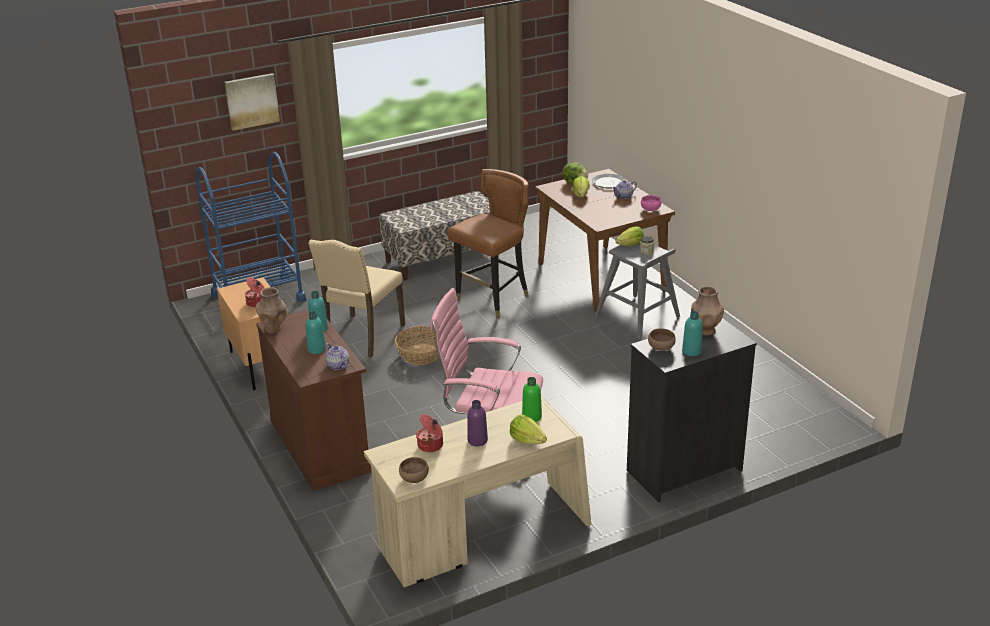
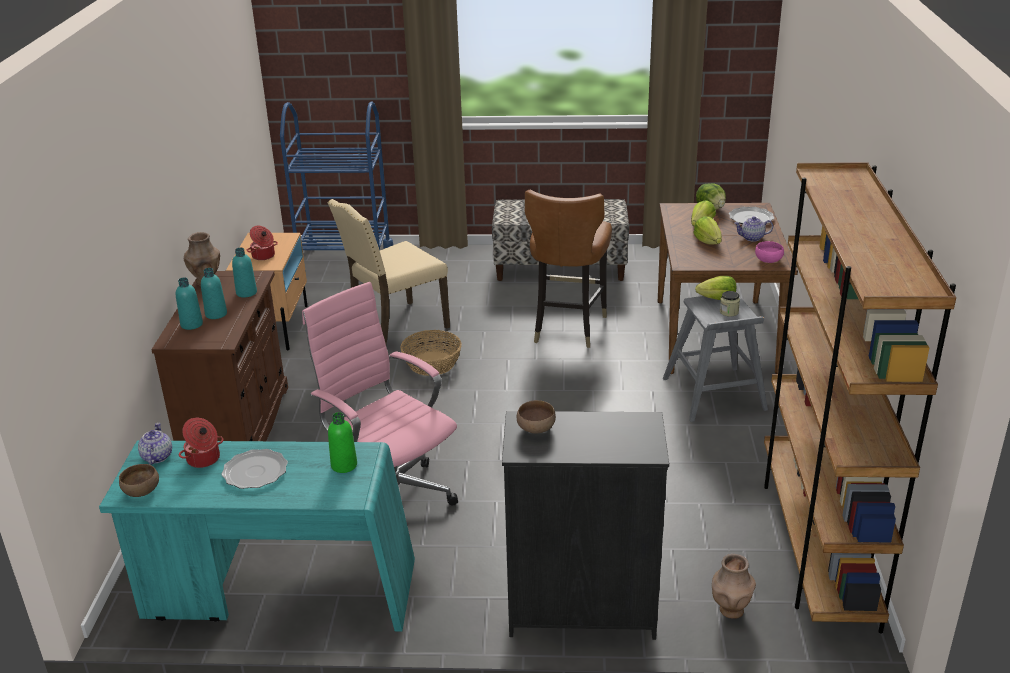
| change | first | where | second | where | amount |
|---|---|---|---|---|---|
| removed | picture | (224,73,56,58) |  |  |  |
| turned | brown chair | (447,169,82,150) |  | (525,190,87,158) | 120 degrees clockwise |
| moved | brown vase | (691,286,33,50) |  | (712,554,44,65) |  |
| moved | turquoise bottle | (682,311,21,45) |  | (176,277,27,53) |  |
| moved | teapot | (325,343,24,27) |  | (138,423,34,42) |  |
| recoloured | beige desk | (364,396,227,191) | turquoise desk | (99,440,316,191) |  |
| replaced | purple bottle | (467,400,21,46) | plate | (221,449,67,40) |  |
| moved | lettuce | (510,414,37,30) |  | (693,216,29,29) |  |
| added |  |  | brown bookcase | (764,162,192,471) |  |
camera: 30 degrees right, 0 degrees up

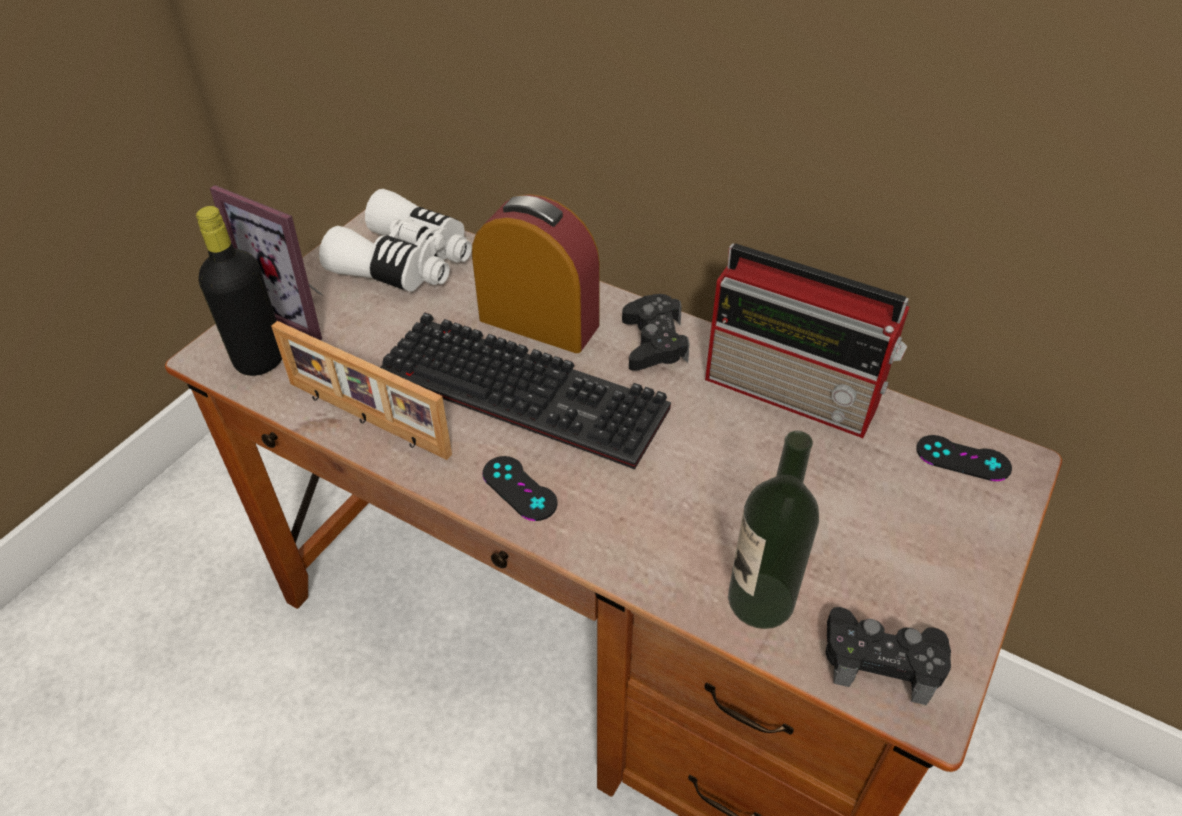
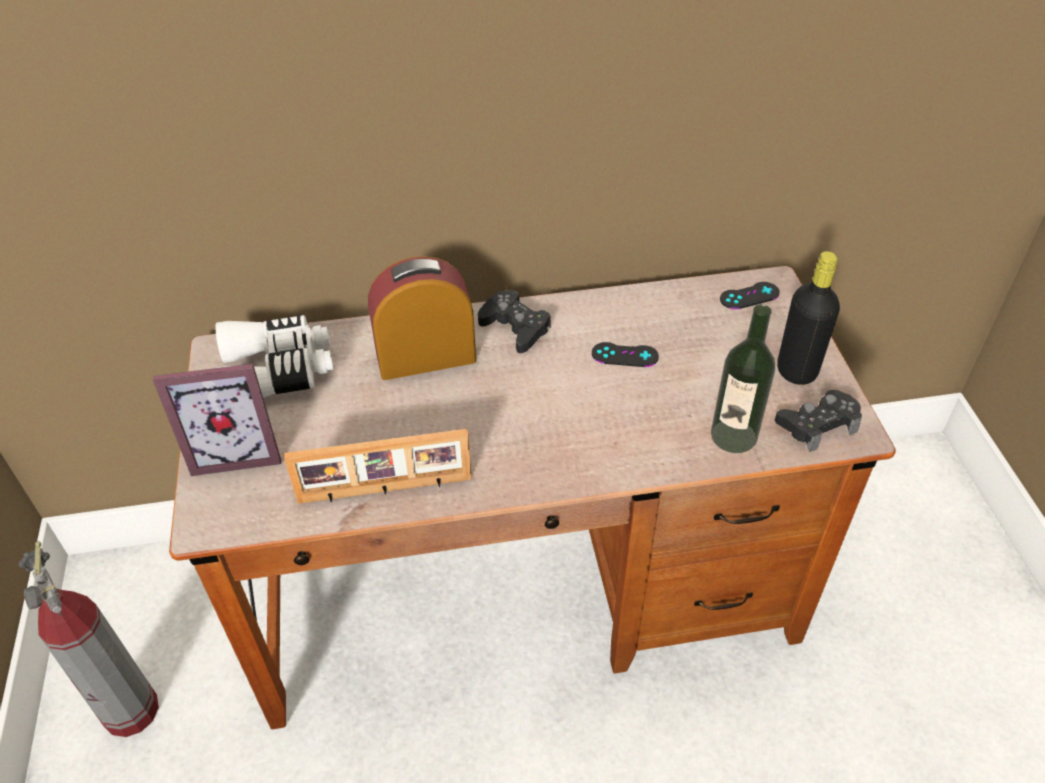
| change | first | where | second | where | amount |
|---|---|---|---|---|---|
| moved | black bottle | (196,206,86,170) |  | (777,251,63,134) |  |
| removed | radio | (705,243,204,195) |  |  |  |
| removed | keyboard | (380,312,291,157) |  |  |  |
| moved | black game controller | (483,456,74,65) |  | (592,342,67,25) |  |
| added |  |  | fire extinguisher | (19,541,140,196) |  |
camera: 40 degrees left, 0 degrees up

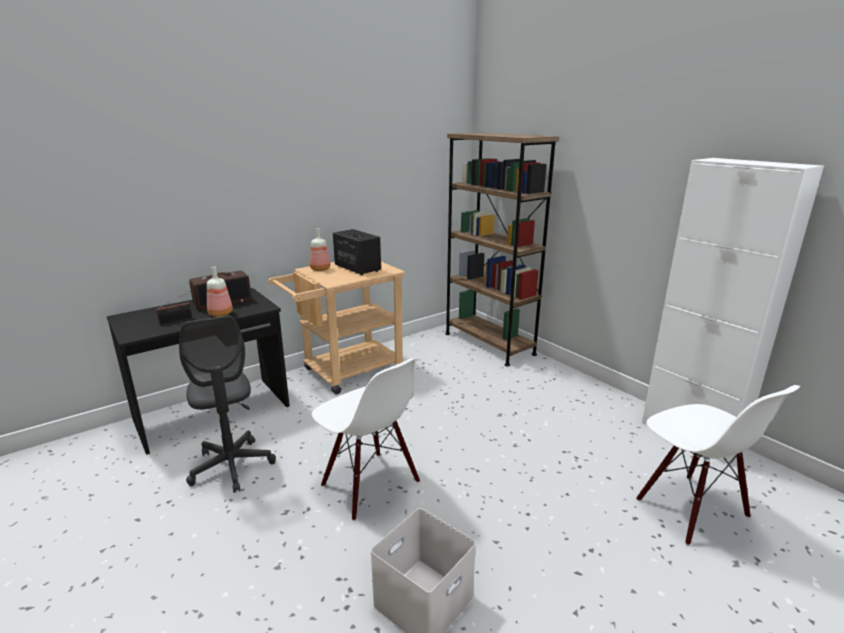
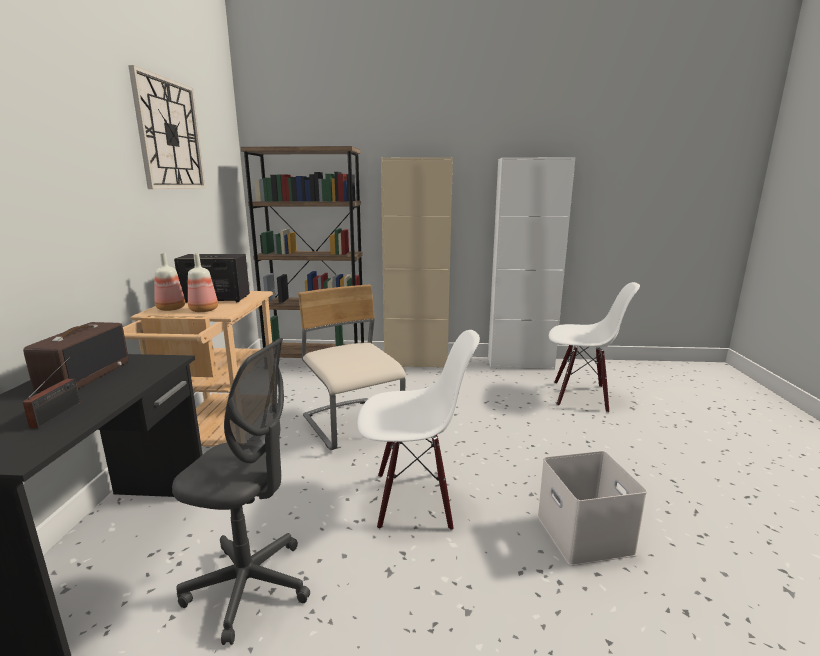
| change | first | where | second | where | amount |
|---|---|---|---|---|---|
| moved | bottle | (207,266,26,51) |  | (188,254,30,58) |  |
| added |  |  | wall clock | (128,65,77,124) |  |
| added |  |  | beige cabinet | (381,157,72,211) |  |
| added |  |  | beige chair | (298,285,108,165) |  |
camera: 50 degrees left, 5 degrees down

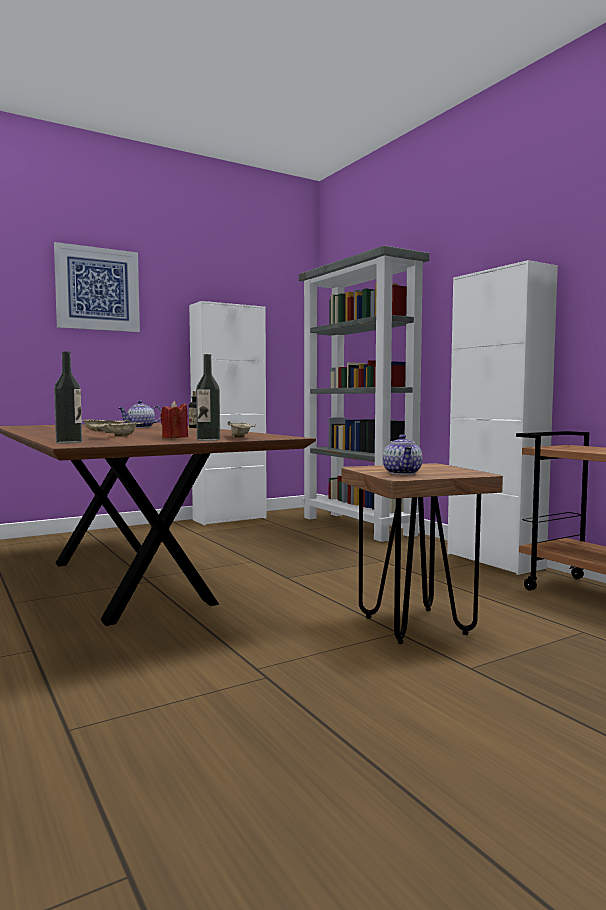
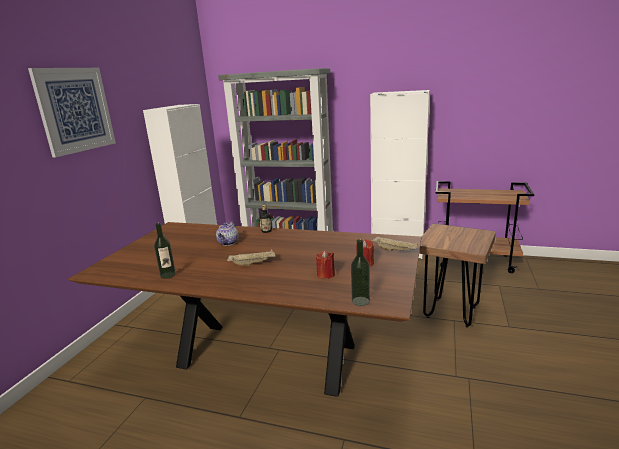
| change | first | where | second | where | amount |
|---|---|---|---|---|---|
| moved | bottle | (196,354,24,87) |  | (154,223,22,56) |  |
| replaced | beige tray | (88,420,54,17) | red candle | (316,250,19,29) |  |
| removed | teapot | (383,435,40,40) |  |  |  |
camera: 40 degrees left, 15 degrees up

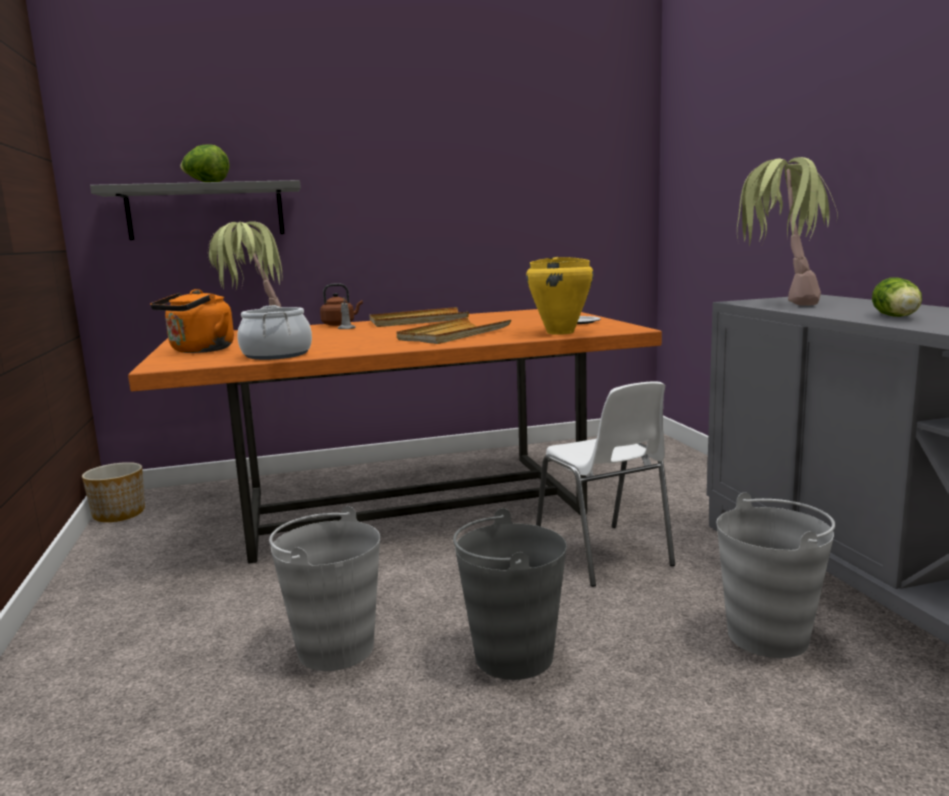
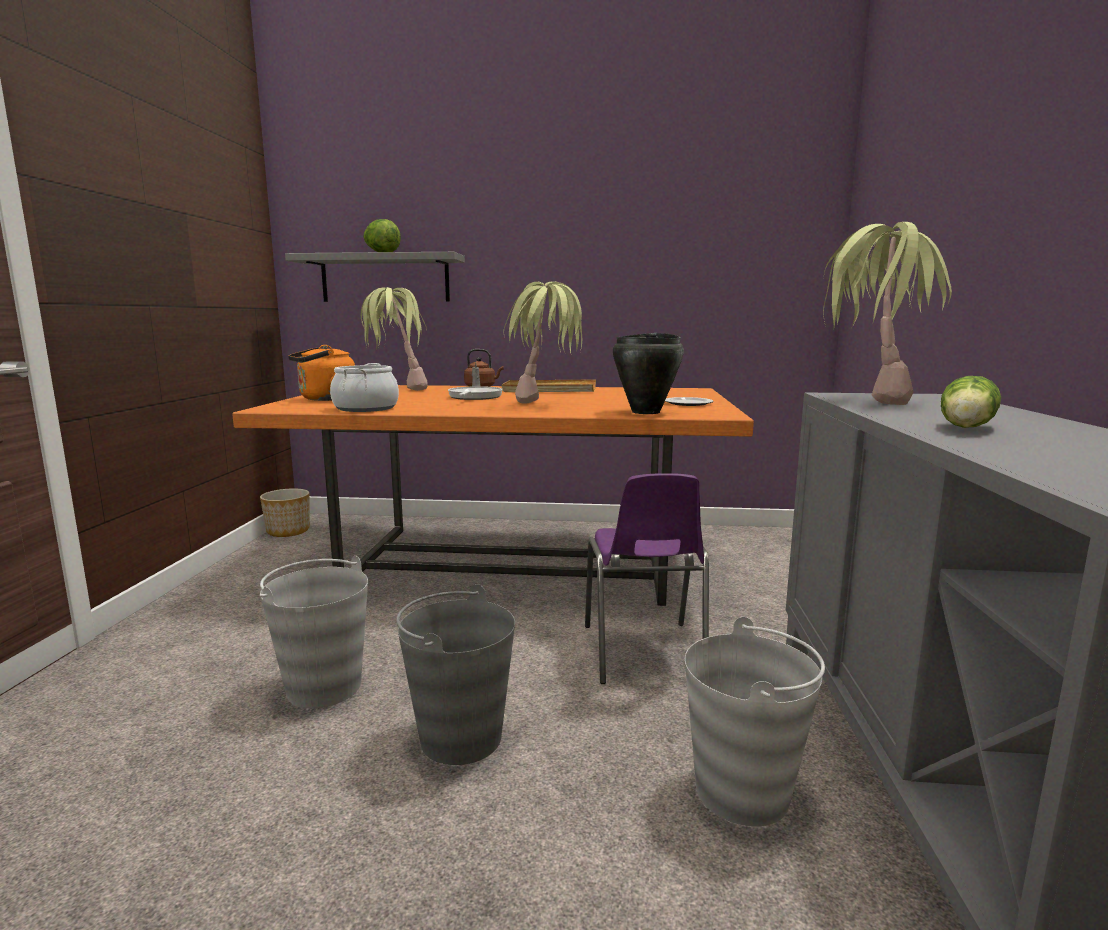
| change | first | where | second | where | amount |
|---|---|---|---|---|---|
| recoloured | yellow cooking pot | (526,257,68,78) | black cooking pot | (613,333,71,81) |  |
| replaced | beige tray | (396,317,115,27) | potted plant | (504,281,78,123) |  |
| recoloured | white chair | (536,382,139,205) | purple chair | (585,473,124,211) |  |
| added |  |  | frying pan | (448,386,55,14) |  |
camera: 20 degrees right, 0 degrees up

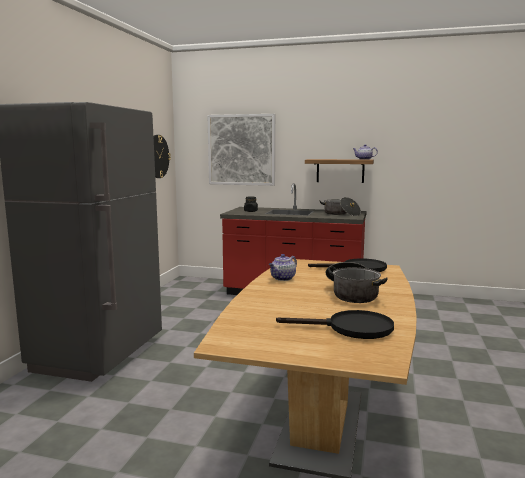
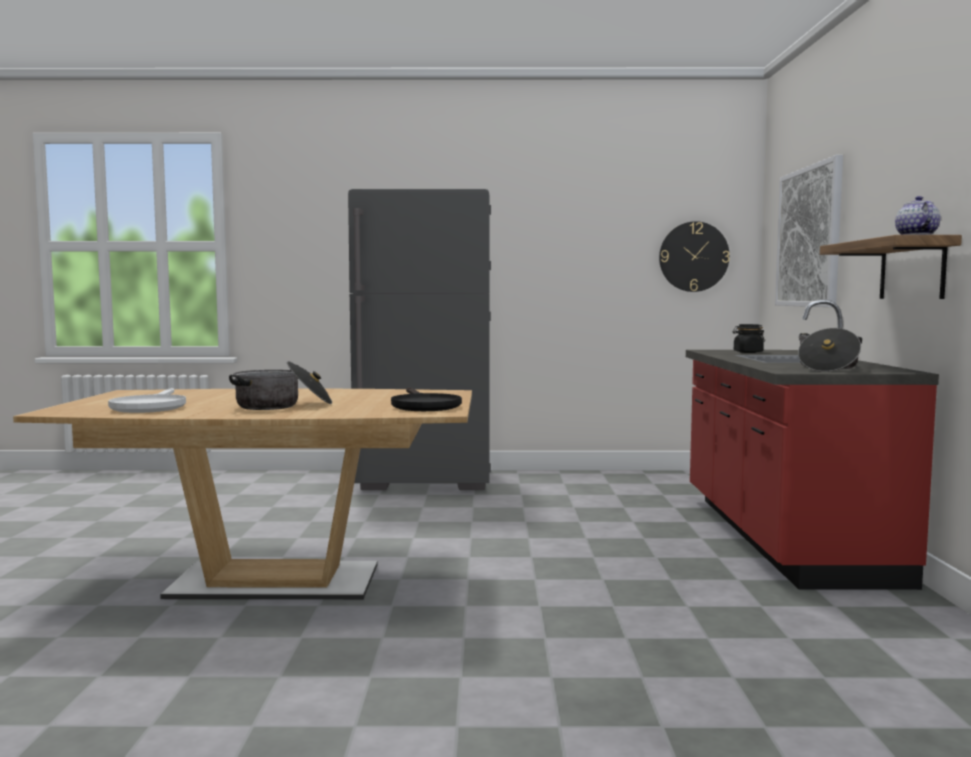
| change | first | where | second | where | amount |
|---|---|---|---|---|---|
| removed | teapot | (269,254,28,27) |  |  |  |
| recoloured | black frying pan | (276,310,118,29) | white frying pan | (108,388,78,25) |  |
camera: 75 degrees right, 5 degrees down

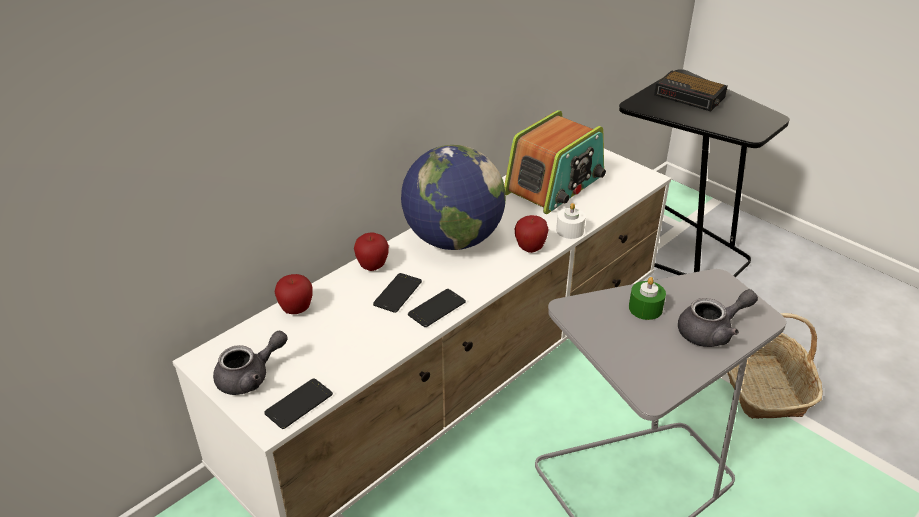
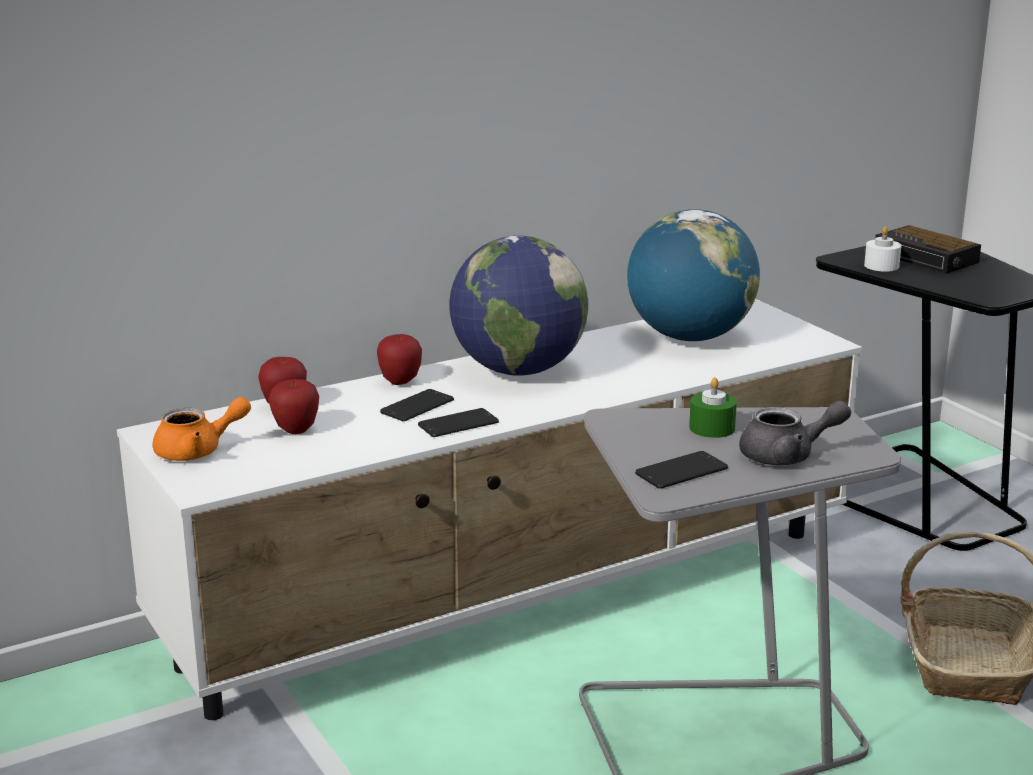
| change | first | where | second | where | amount |
|---|---|---|---|---|---|
| replaced | radio | (504,110,102,104) | globe | (627,209,133,132) |  |
| moved | white candle | (556,203,30,36) |  | (864,226,37,46) |  |
| moved | apple | (515,215,34,38) |  | (268,379,51,55) |  |
| recoloured | grey teapot | (213,331,75,64) | orange teapot | (152,397,99,64) |  |
| moved | phone | (264,378,69,51) |  | (635,451,93,38) |  |
camera: 15 degrees right, 15 degrees down

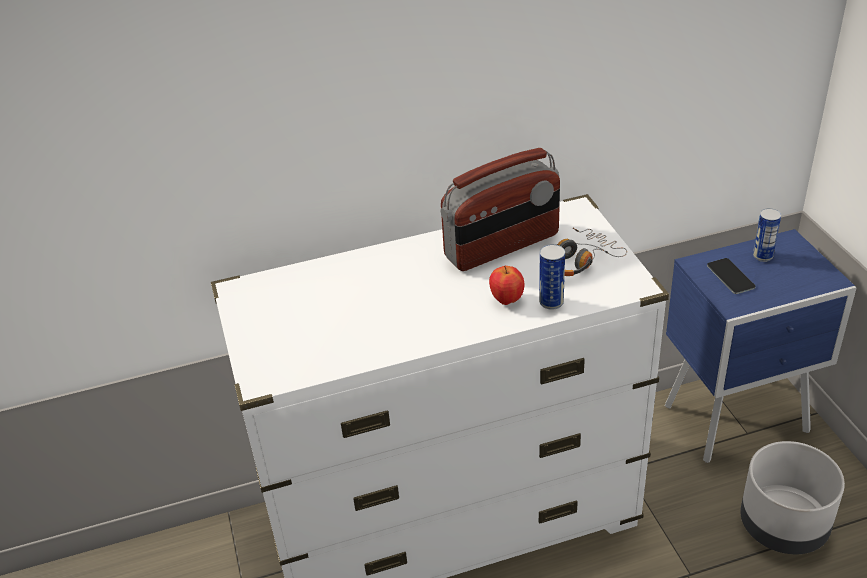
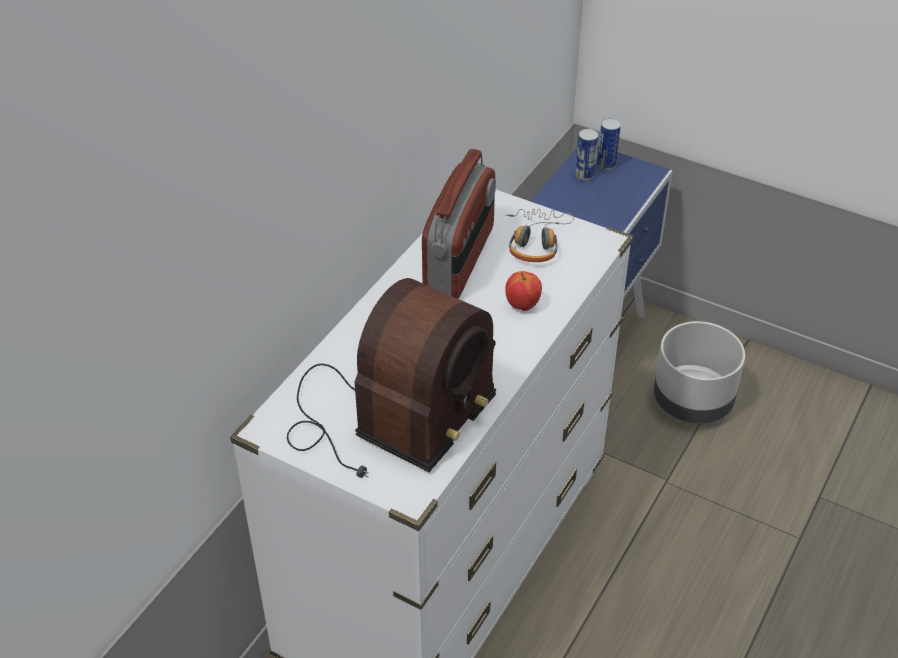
| change | first | where | second | where | amount |
|---|---|---|---|---|---|
| moved | can | (539,244,26,66) |  | (597,118,24,52) |  |
| removed | phone | (707,258,49,36) |  |  |  |
| added |  |  | radio | (287,278,209,200) |  |
camera: 45 degrees left, 5 degrees up

